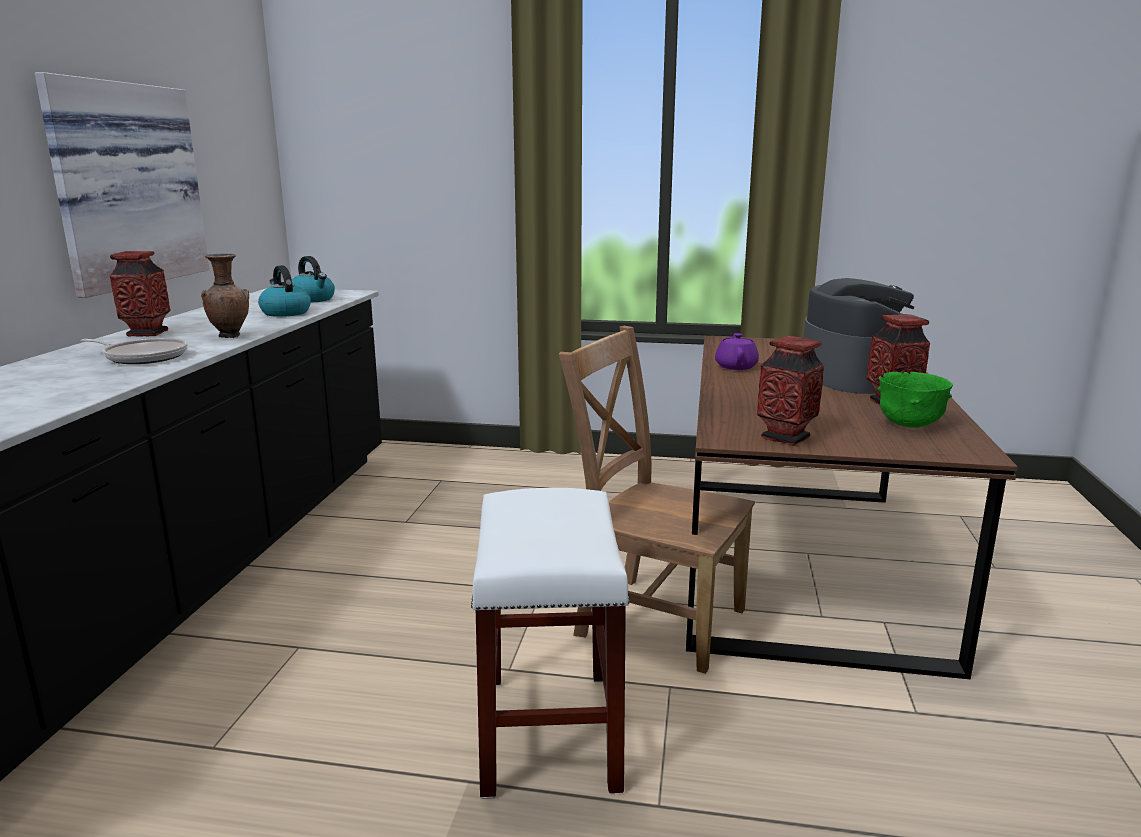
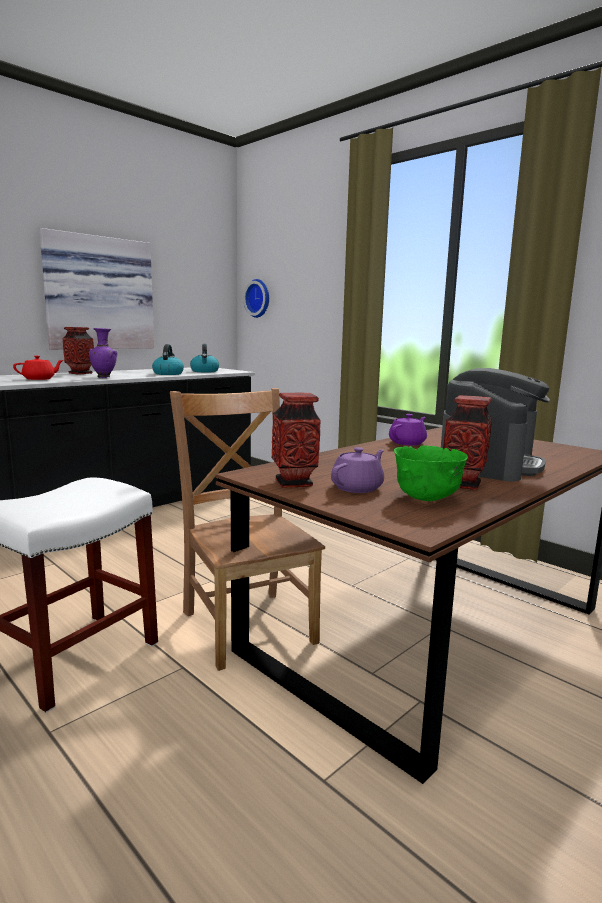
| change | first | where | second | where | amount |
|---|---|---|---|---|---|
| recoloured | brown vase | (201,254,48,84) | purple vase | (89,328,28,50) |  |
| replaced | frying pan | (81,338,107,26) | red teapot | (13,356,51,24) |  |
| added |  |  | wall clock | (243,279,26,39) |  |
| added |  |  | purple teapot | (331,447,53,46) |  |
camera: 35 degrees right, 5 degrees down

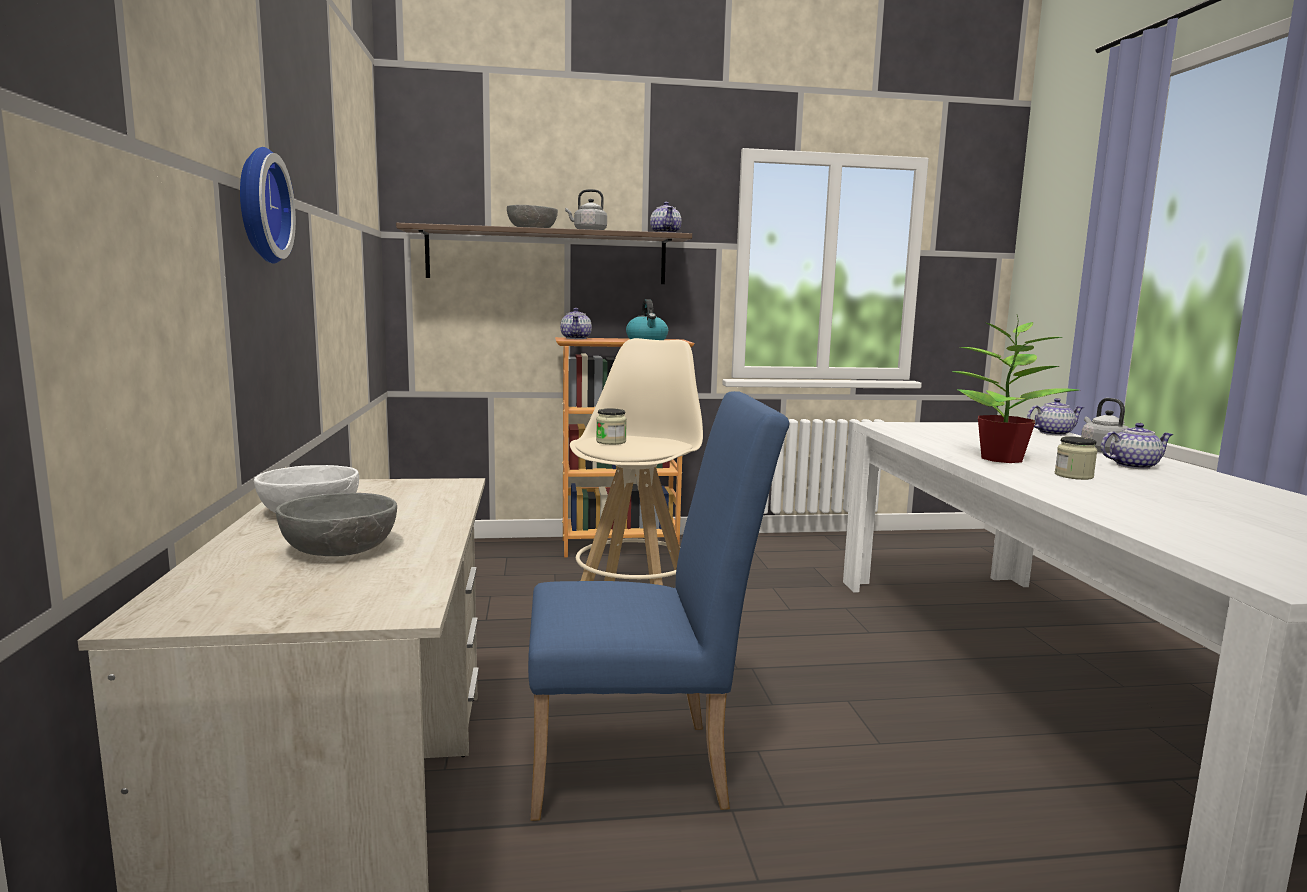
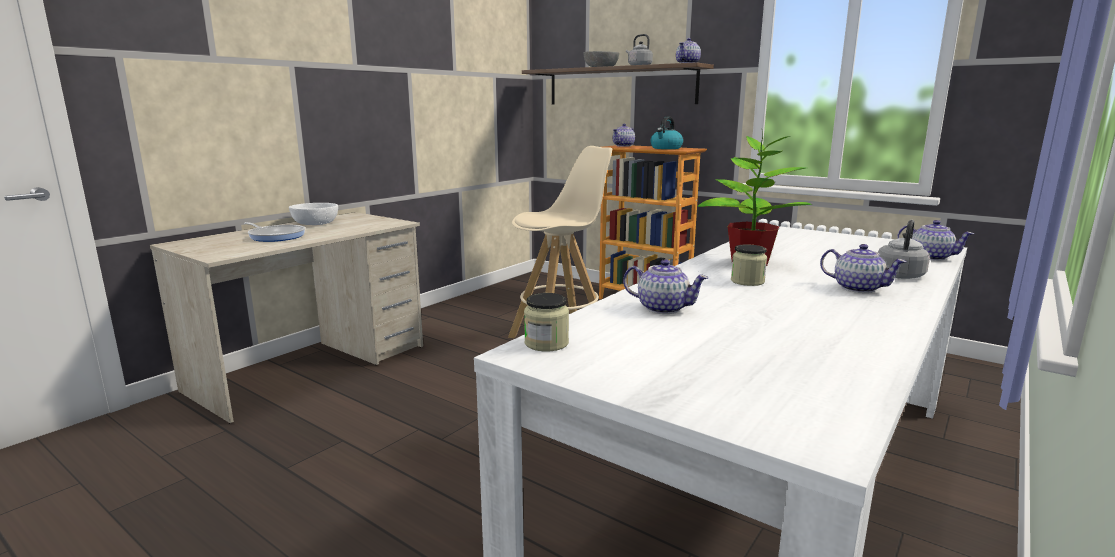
| change | first | where | second | where | amount |
|---|---|---|---|---|---|
| removed | wall clock | (240,147,56,117) |  |  |  |
| removed | blue chair | (528,391,261,430) |  |  |  |
| moved | jar | (596,408,31,37) |  | (524,293,45,58) |  |
| replaced | grey bowl | (276,493,121,63) | frying pan | (244,222,61,20) |  |
| added |  |  | teapot | (623,259,86,55) |  |
camera: 45 degrees right, 5 degrees up

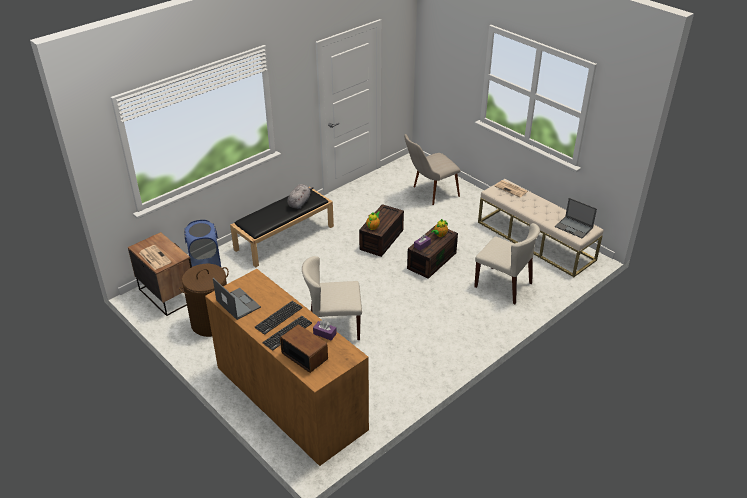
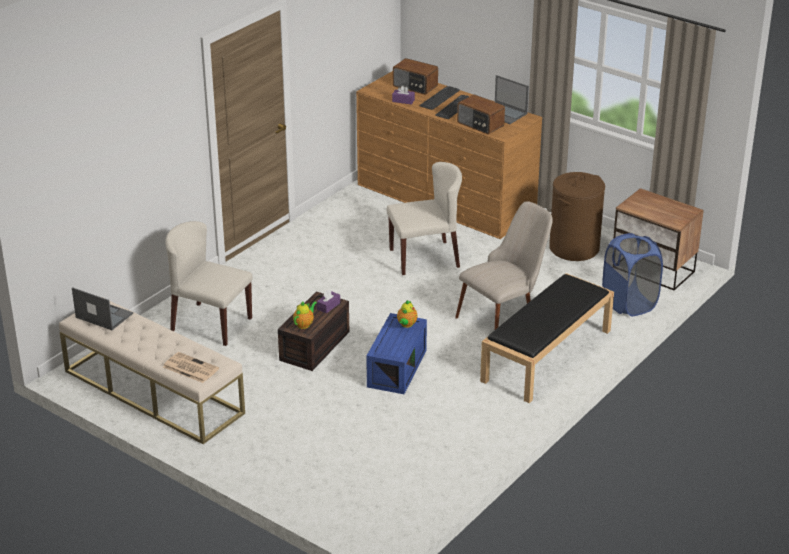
| change | first | where | second | where | amount |
|---|---|---|---|---|---|
| moved | beige chair | (404,134,56,71) |  | (455,201,98,129) |  |
| removed | grey plush toy | (287,184,27,25) |  |  |  |
| recoloured | brown storage box | (359,204,45,53) | blue storage box | (366,313,61,81) |  |
| removed | newspaper | (139,245,32,25) |  |  |  |
| added |  |  | radio | (457,94,48,40) |  |
camera: 170 degrees right, 5 degrees down

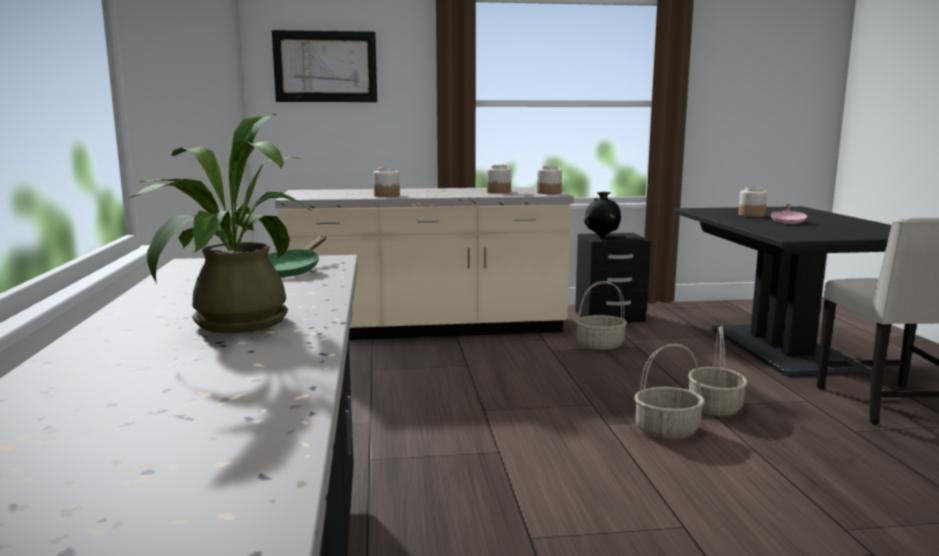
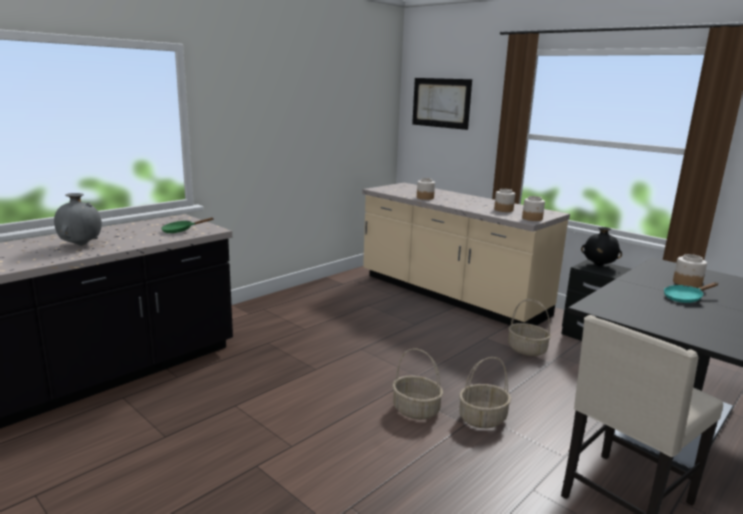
| change | first | where | second | where | amount |
|---|---|---|---|---|---|
| replaced | potted plant | (129,114,184,219) | grey vase | (54,193,48,53) |  |
| recoloured | pink frying pan | (770,204,38,20) | turquoise frying pan | (664,282,54,21) |  |
camera: 50 degrees right, 5 degrees up

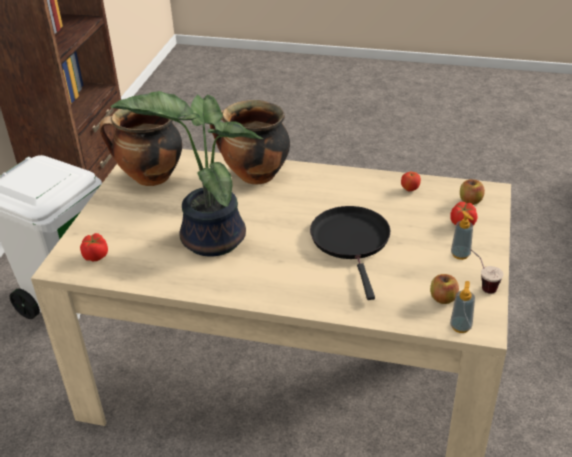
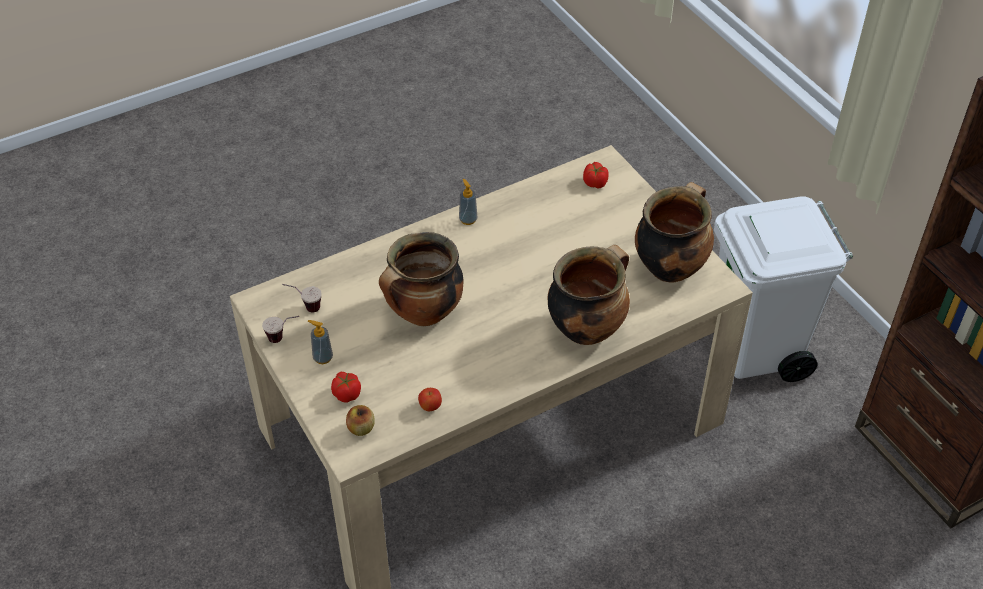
| change | first | where | second | where | amount |
|---|---|---|---|---|---|
| removed | potted plant | (110,91,153,166) |  |  |  |
| replaced | black frying pan | (310,206,80,94) | cooking pot | (379,232,84,94) |  |
| replaced | apple | (430,274,29,30) | cup | (282,284,40,28) |  |
| moved | soap dispenser | (450,281,25,52) |  | (459,179,18,46) |  |
camera: 135 degrees right, 10 degrees up

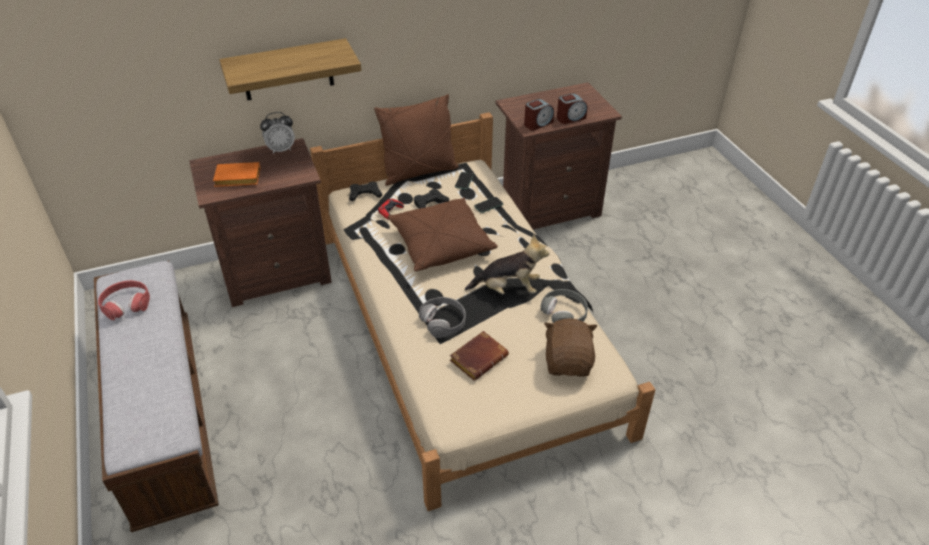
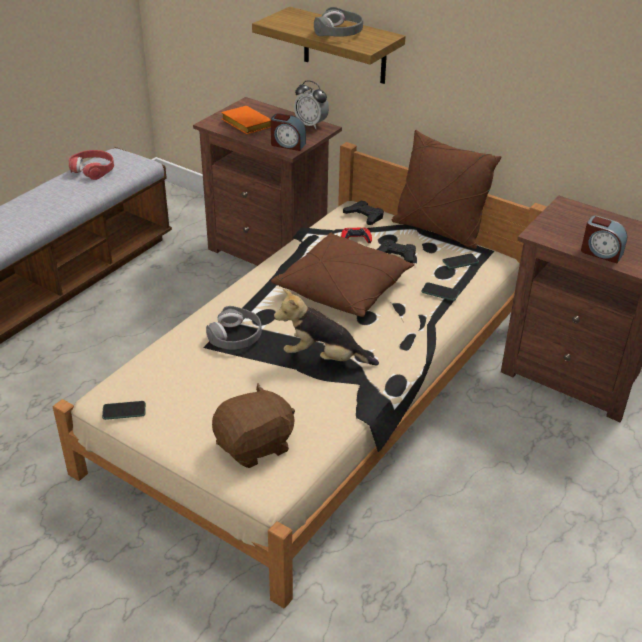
| change | first | where | second | where | amount |
|---|---|---|---|---|---|
| moved | alarm clock | (524,99,30,31) |  | (271,113,35,38) |  |
| turned | plush toy | (465,234,84,61) |  | (274,289,105,76) | 135 degrees clockwise |
| moved | grey headphones | (541,289,47,34) |  | (314,7,49,30) |  |
| removed | brown book | (450,331,59,50) |  |  |  |
| added |  |  | phone | (102,401,44,19) |  |
camera: 55 degrees right, 5 degrees down

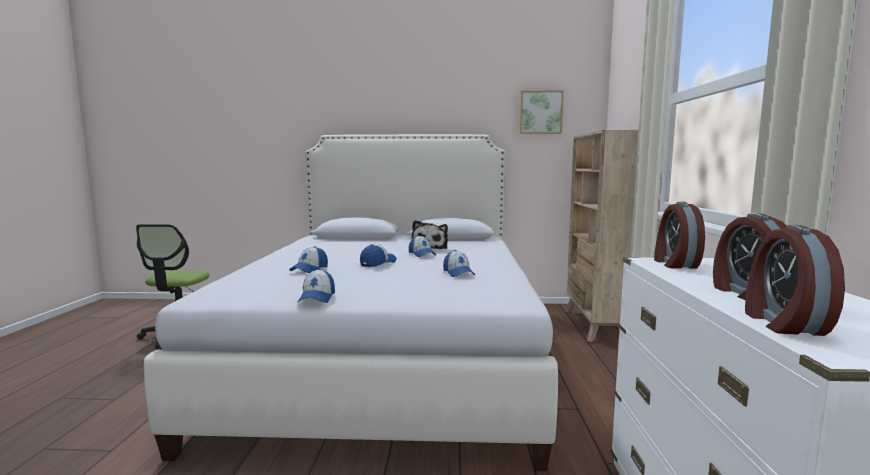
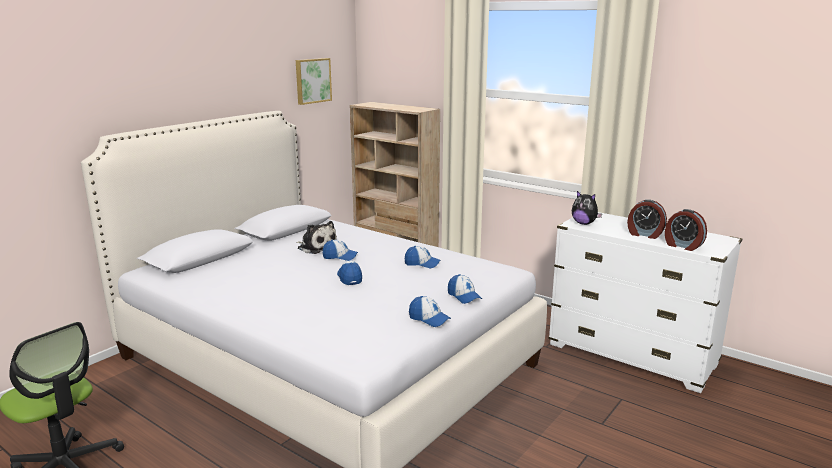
| change | first | where | second | where | amount |
|---|---|---|---|---|---|
| replaced | alarm clock | (654,202,51,67) | plush toy | (571,191,31,34) |  |
| moved | cap | (289,246,39,27) |  | (448,274,34,30) |  |
camera: 55 degrees left, 10 degrees up

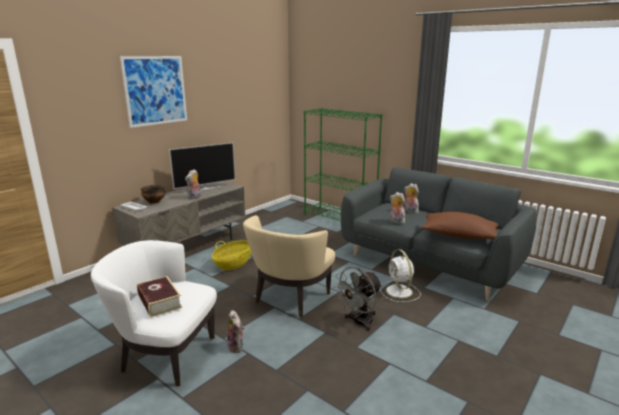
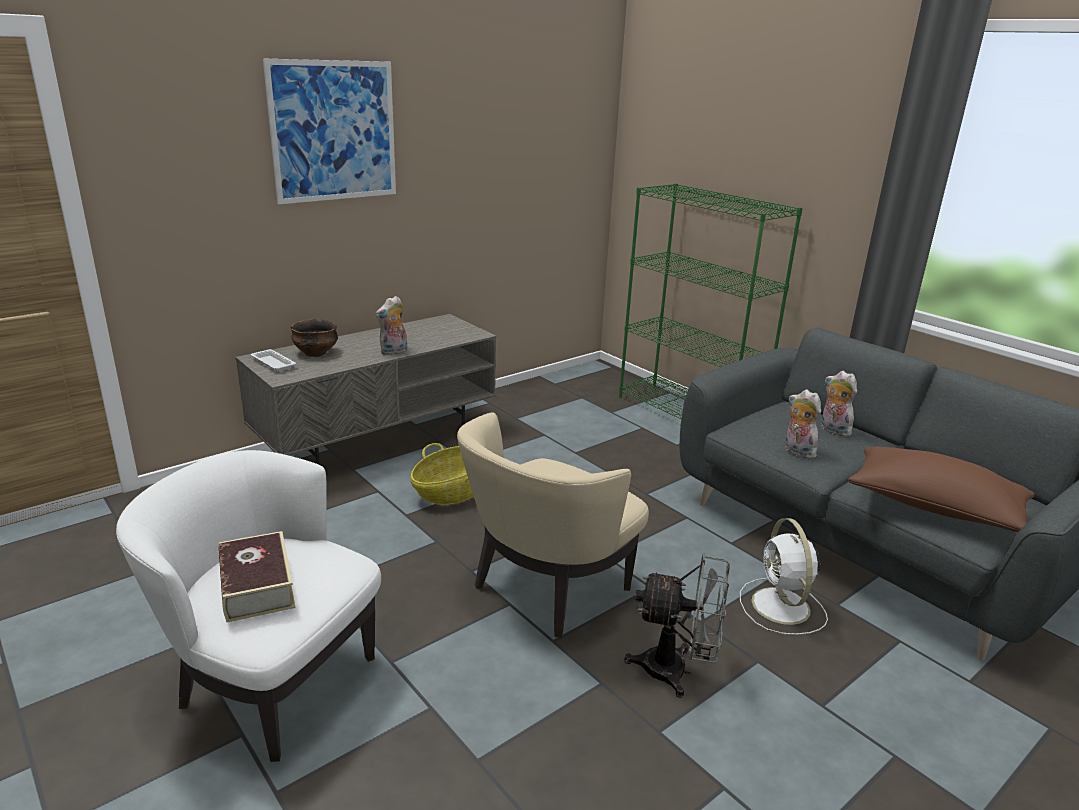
| change | first | where | second | where | amount |
|---|---|---|---|---|---|
| removed | television | (169,143,67,47) |  |  |  |
| turned | grey fan | (334,267,48,64) |  | (624,553,106,145) | 135 degrees counterclockwise |
| removed | plush toy | (227,310,18,43) |  |  |  |
camera: 10 degrees right, 5 degrees up

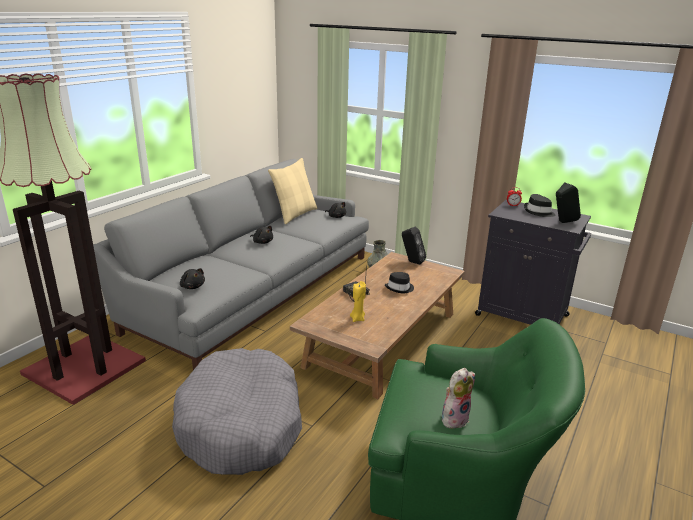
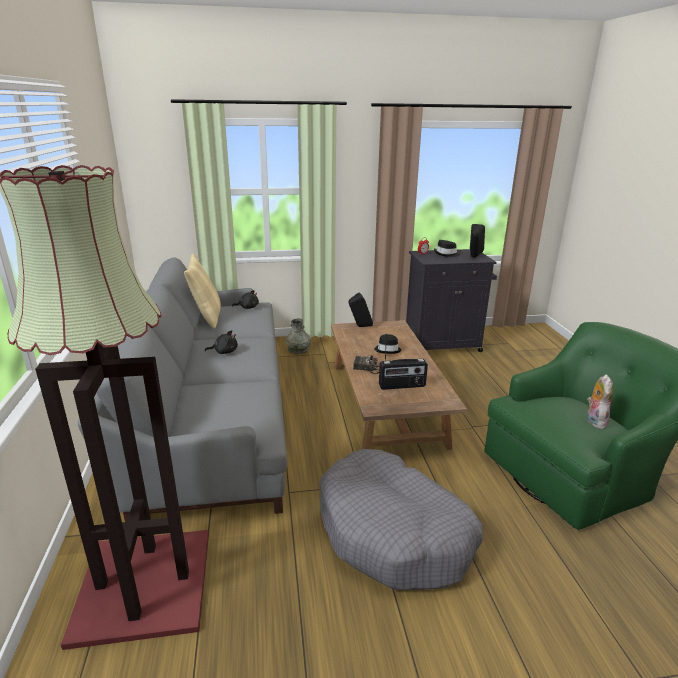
| change | first | where | second | where | amount |
|---|---|---|---|---|---|
| removed | black plush toy | (180,268,25,21) |  |  |  |
| replaced | yellow candle | (350,281,16,41) | radio | (379,359,49,31) |  |
camera: 40 degrees left, 0 degrees up

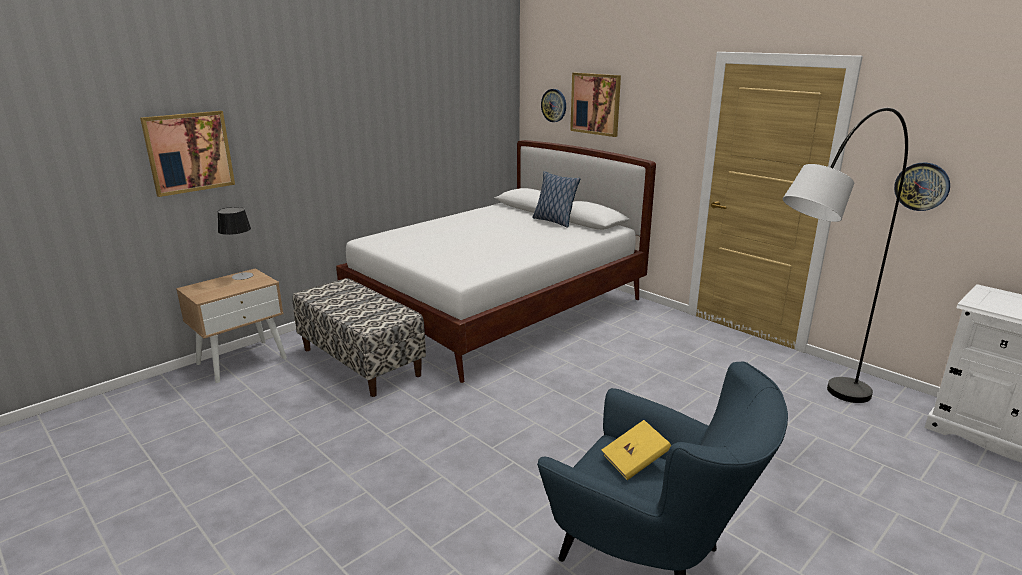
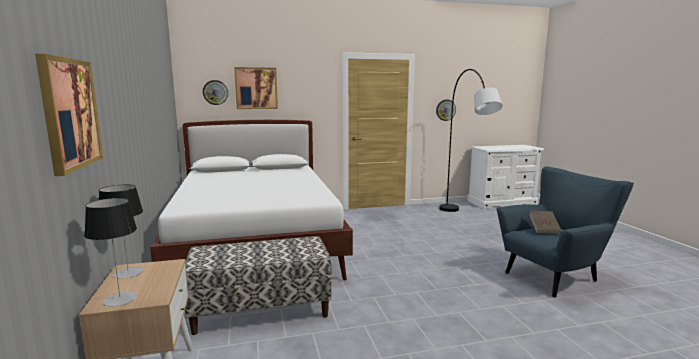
| change | first | where | second | where | amount |
|---|---|---|---|---|---|
| removed | pillow | (533,171,47,57) |  |  |  |
| recoloured | yellow book | (602,420,69,60) | brown book | (529,211,33,23) |  |
| added |  |  | table lamp | (84,198,53,109) |  |
camera: 60 degrees left, 10 degrees down

